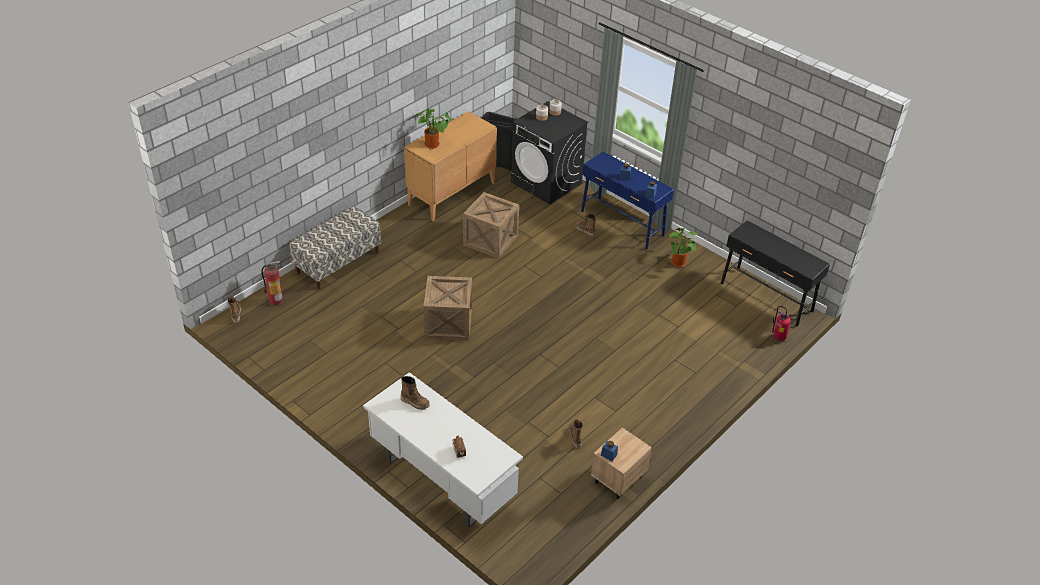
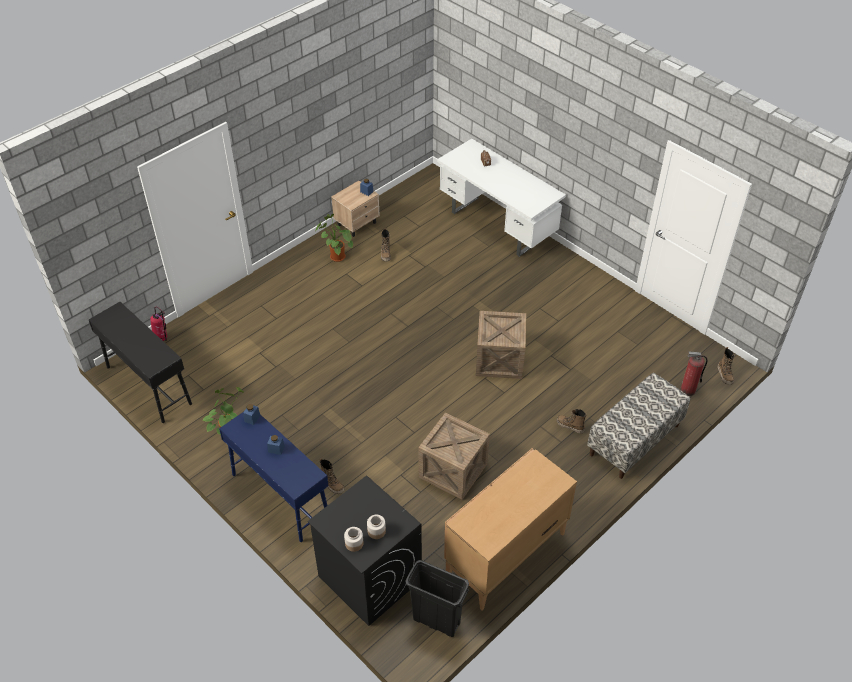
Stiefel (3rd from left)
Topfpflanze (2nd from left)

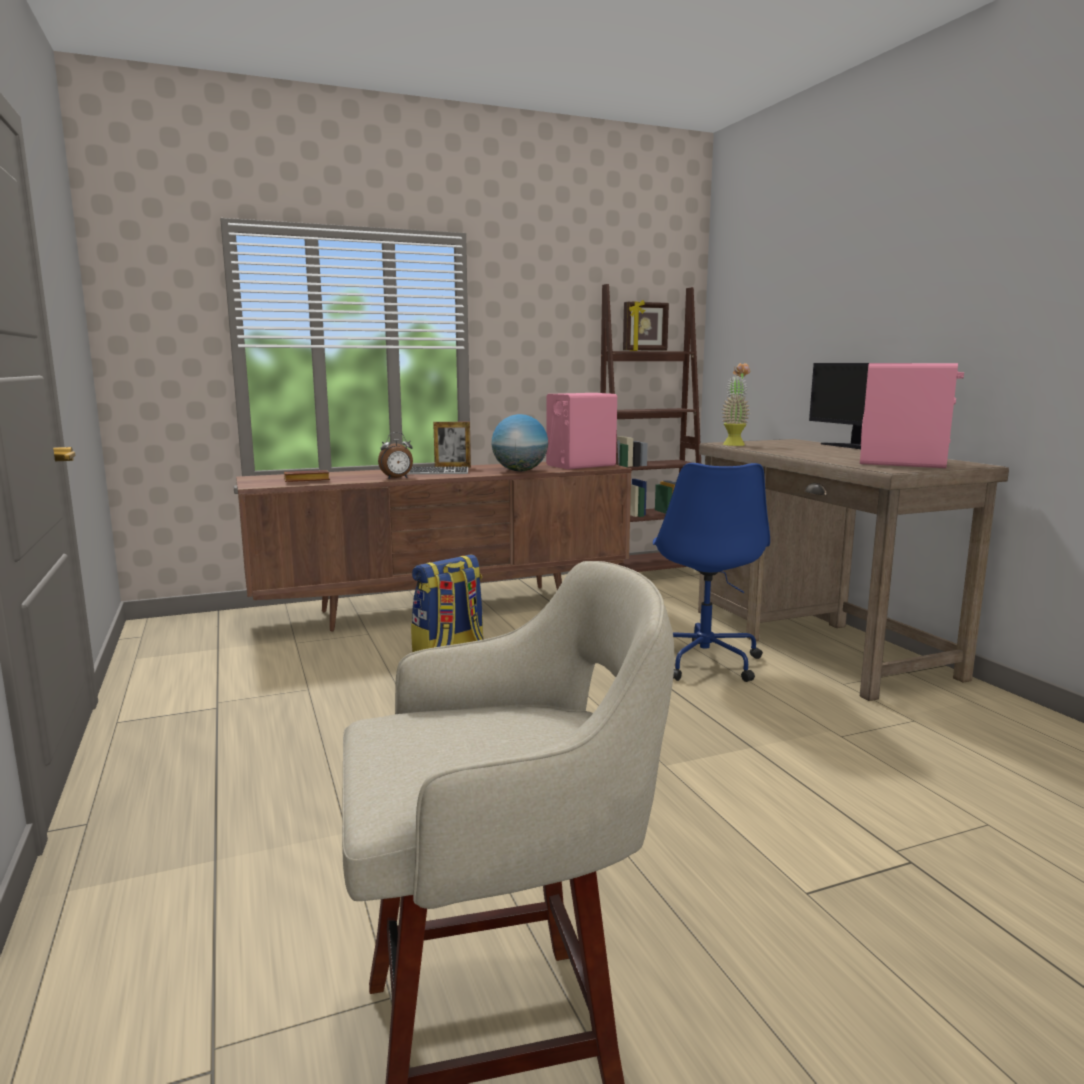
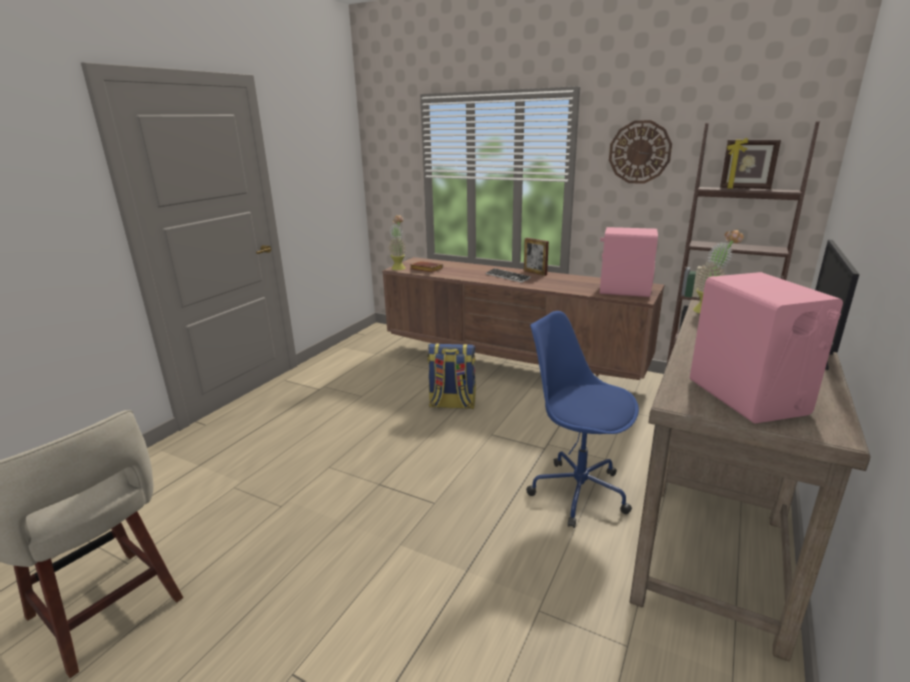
Wecker
Globus
Topfpflanze (1st from left)
Wanduhr
Bürostuhl [blau]

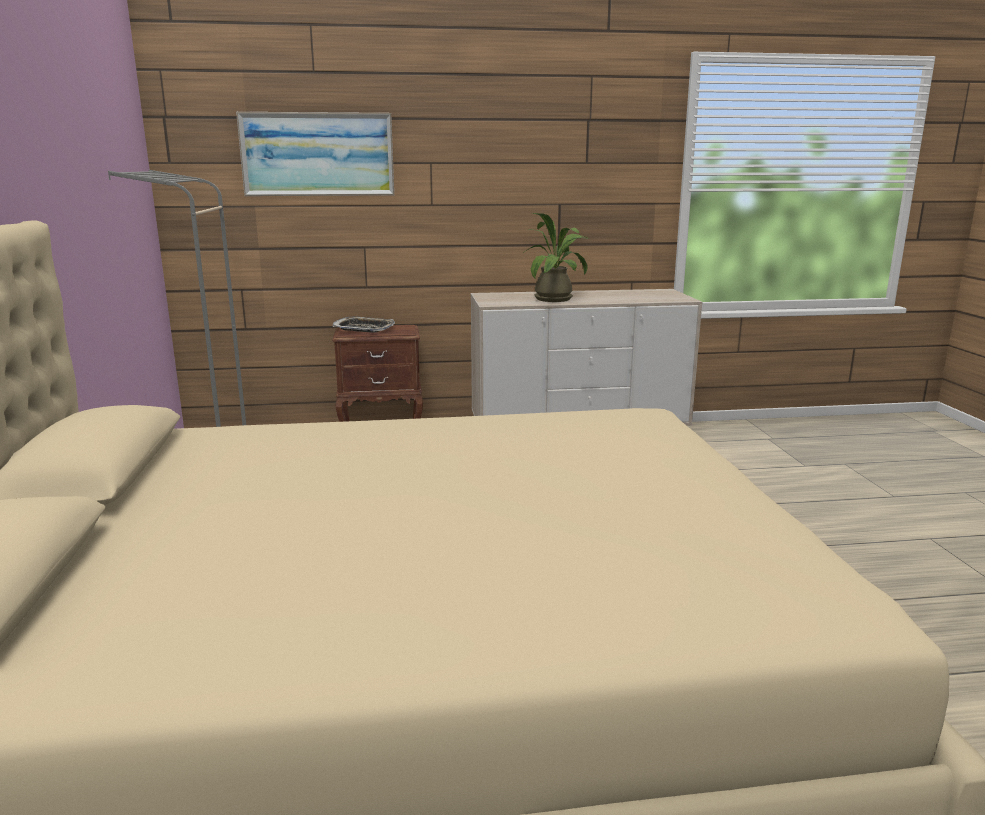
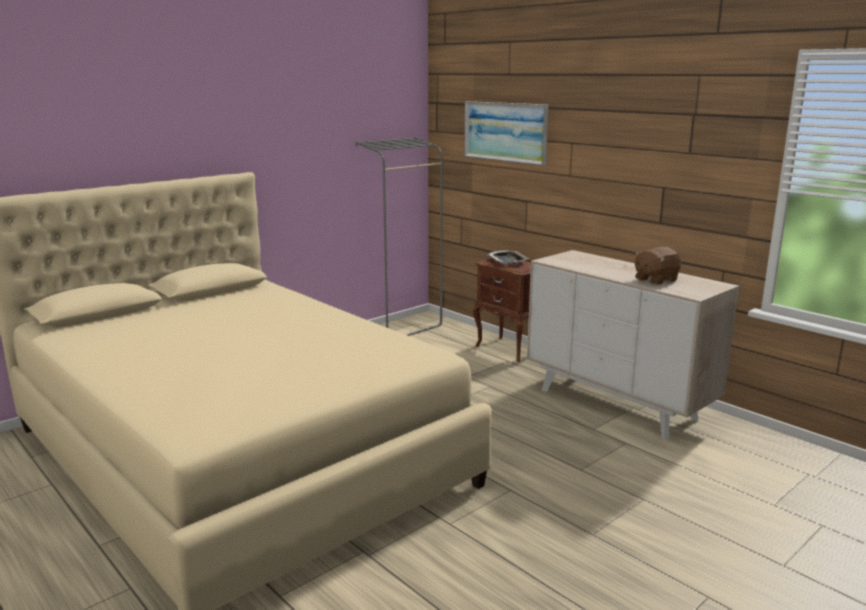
Topfpflanze
Plüschtier [braun]

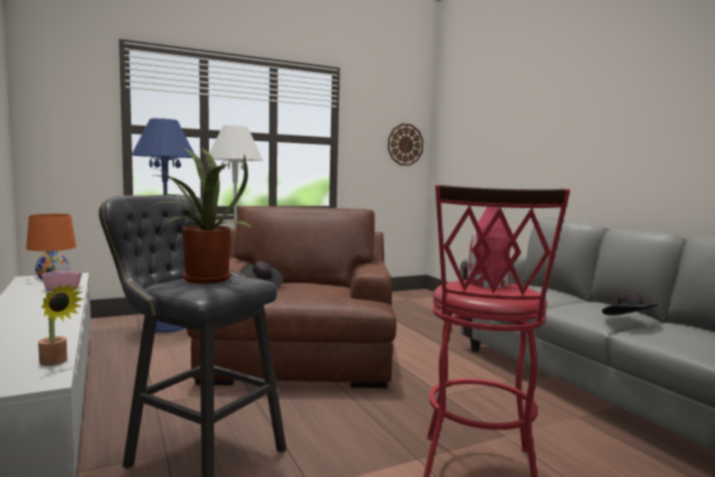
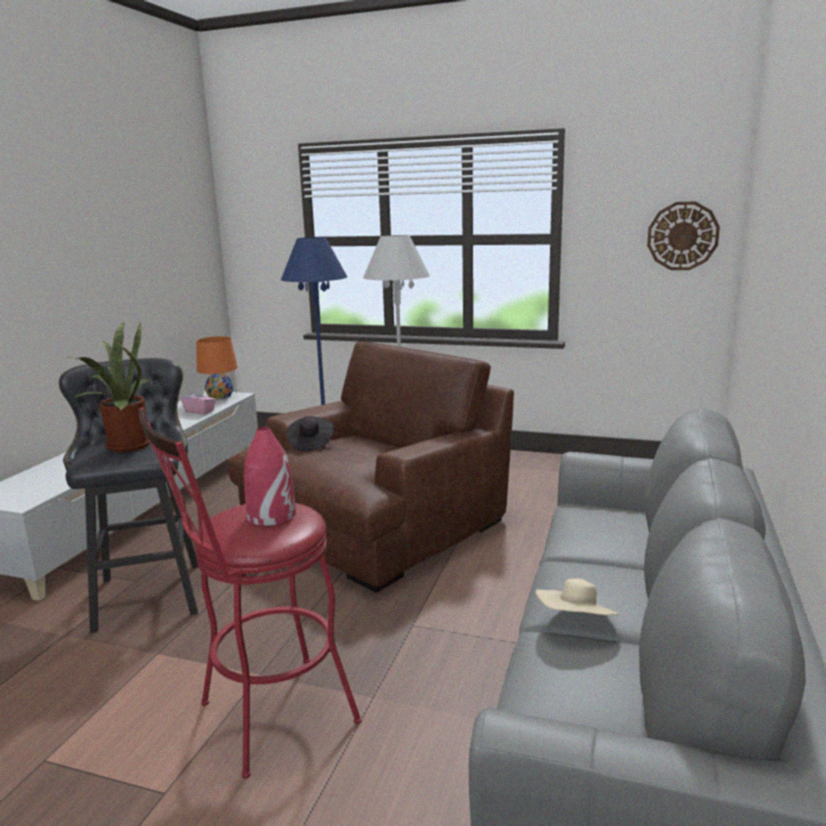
Topfpflanze (1st from left in the first image)
Hut [beige]

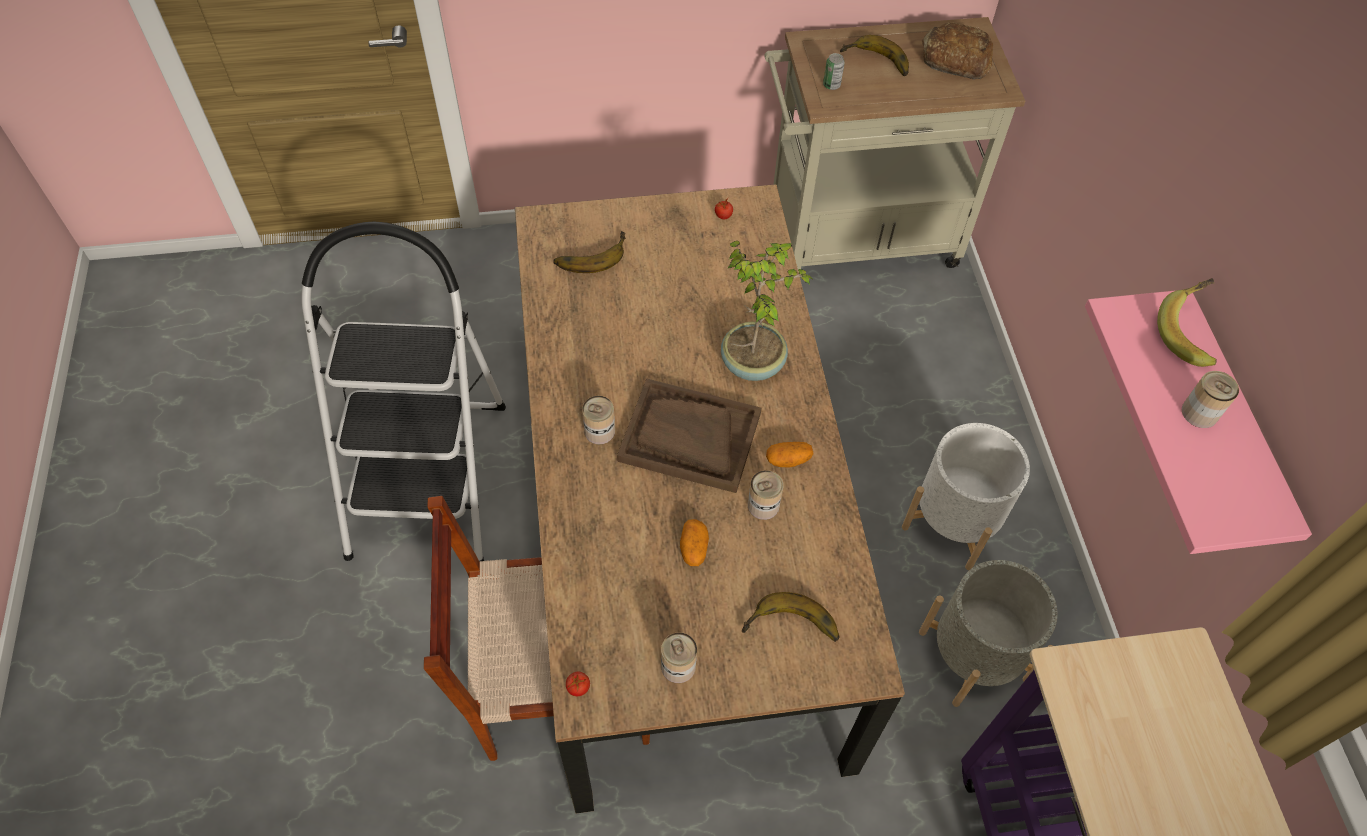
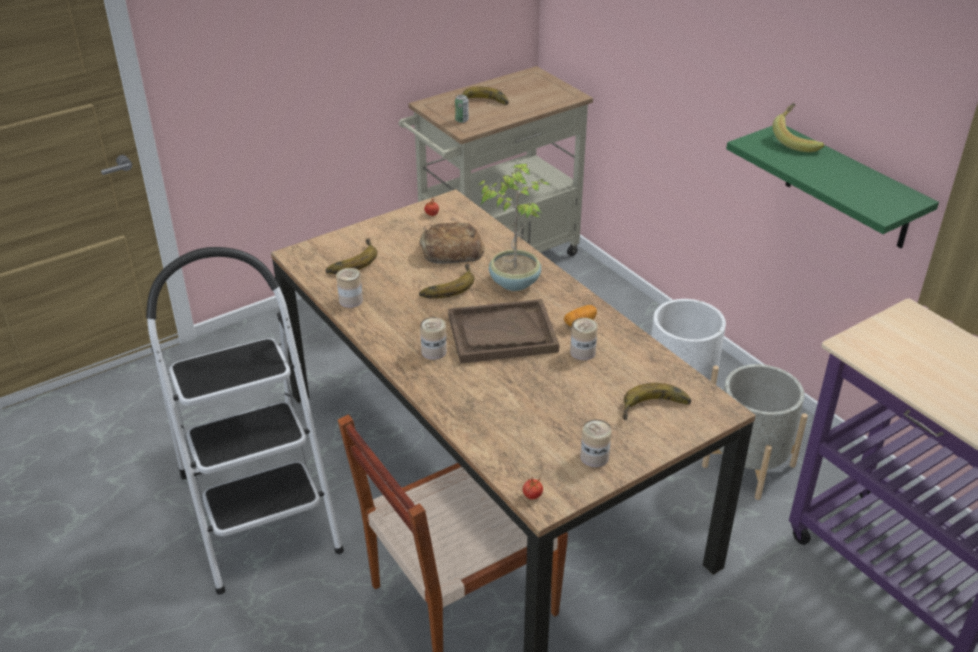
Kartoffel (1st from left in the first image)
Banane (2nd from left)
Brot
Dose (1st from left)
Wandregal [grün]

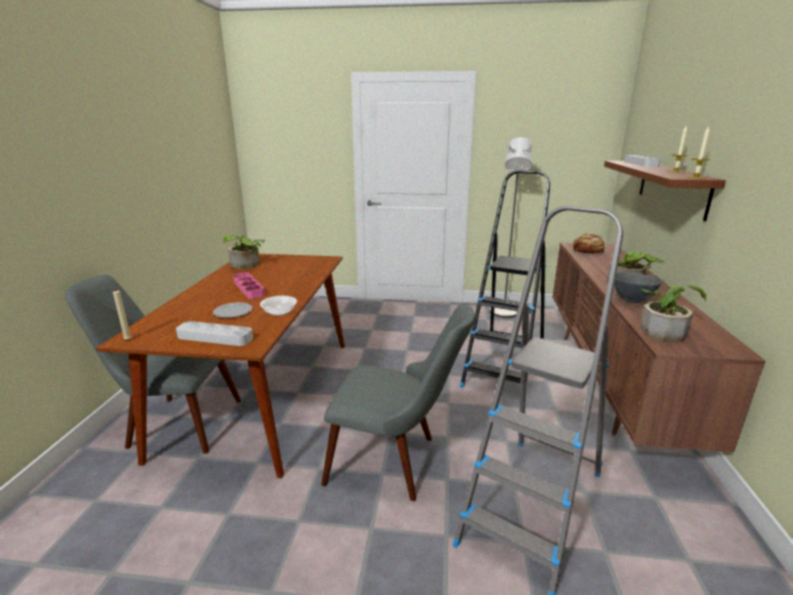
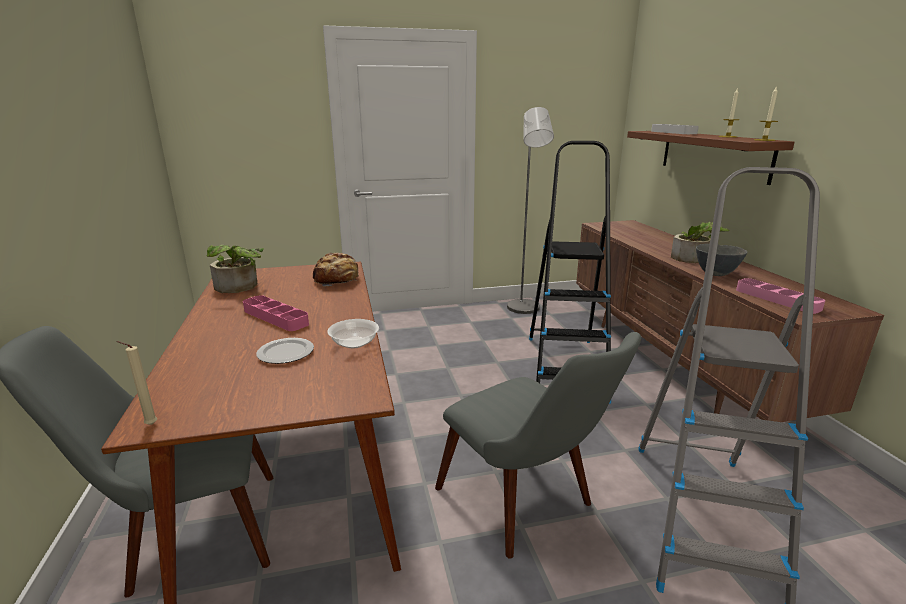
Tablett [grau] (1st from left in the first image)
Brot
Tablett [rosa] (2nd from left)
Stuhl [grau] (2nd from left)

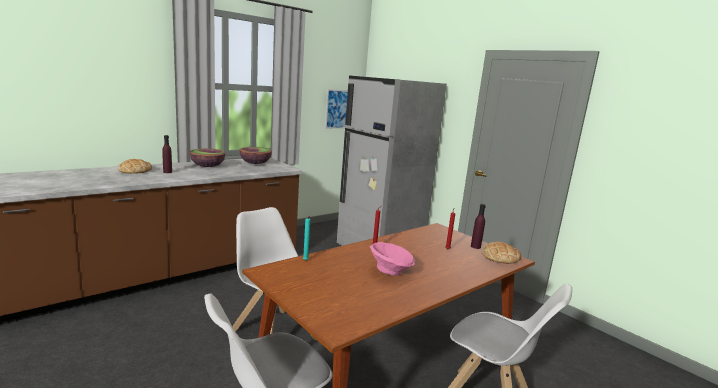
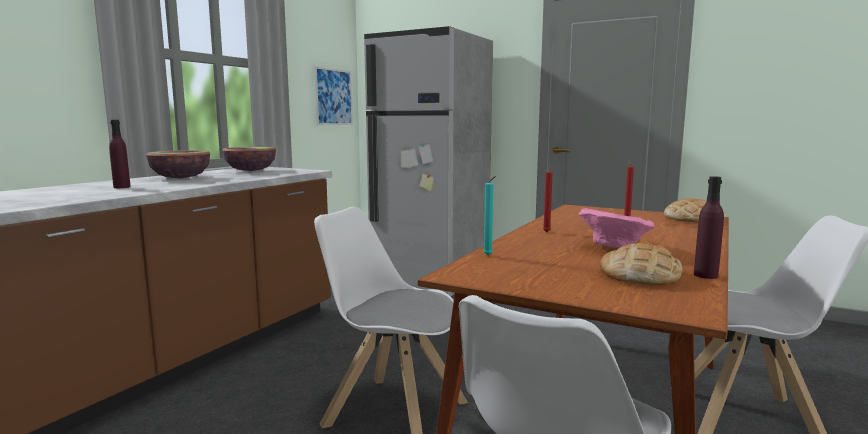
Brot (1st from left)
Flasche [lila] (2nd from left)

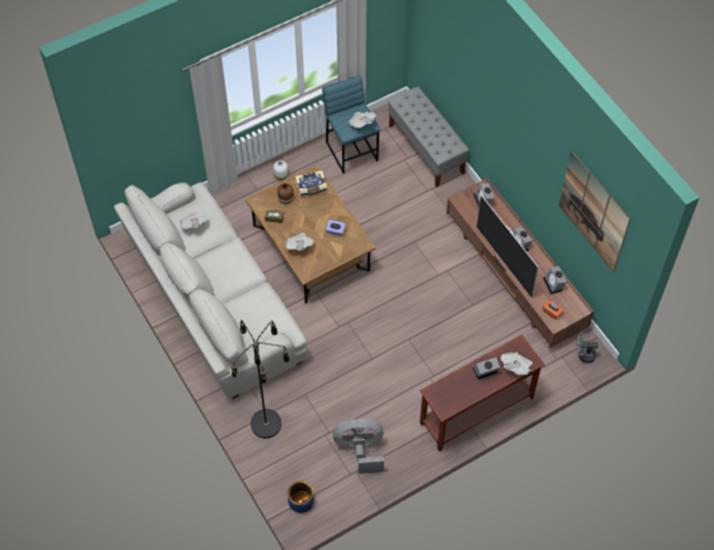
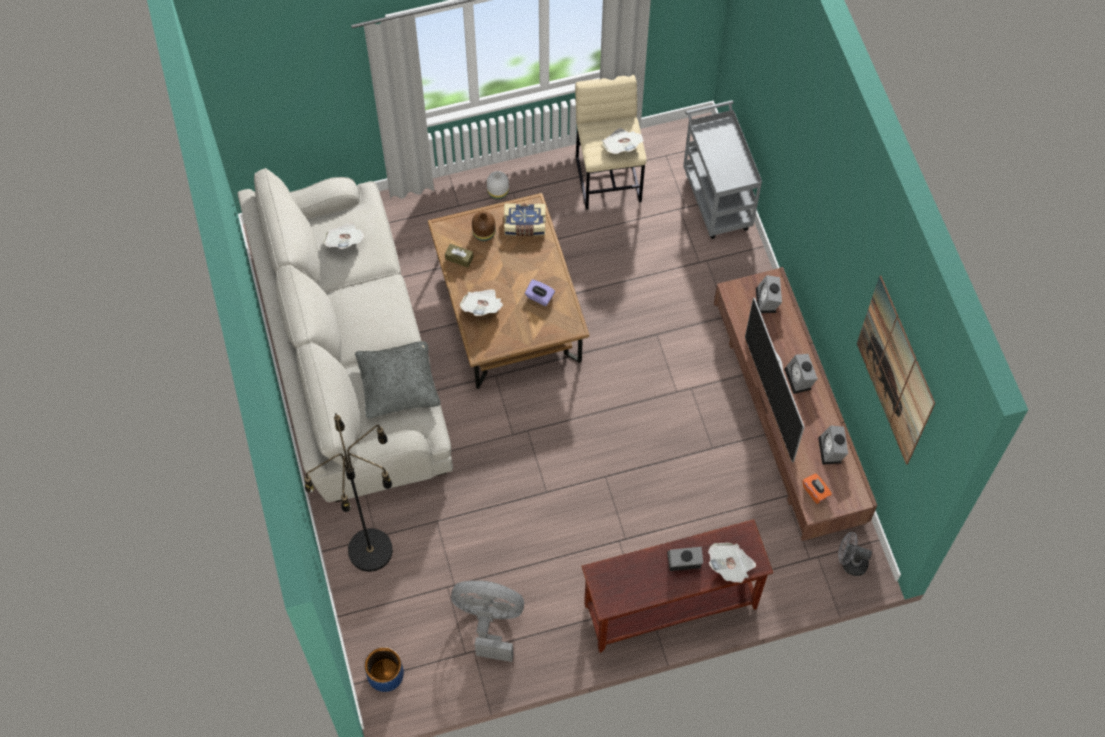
Kissen [grau]
Rollwagen [grau]
Hocker [beige]

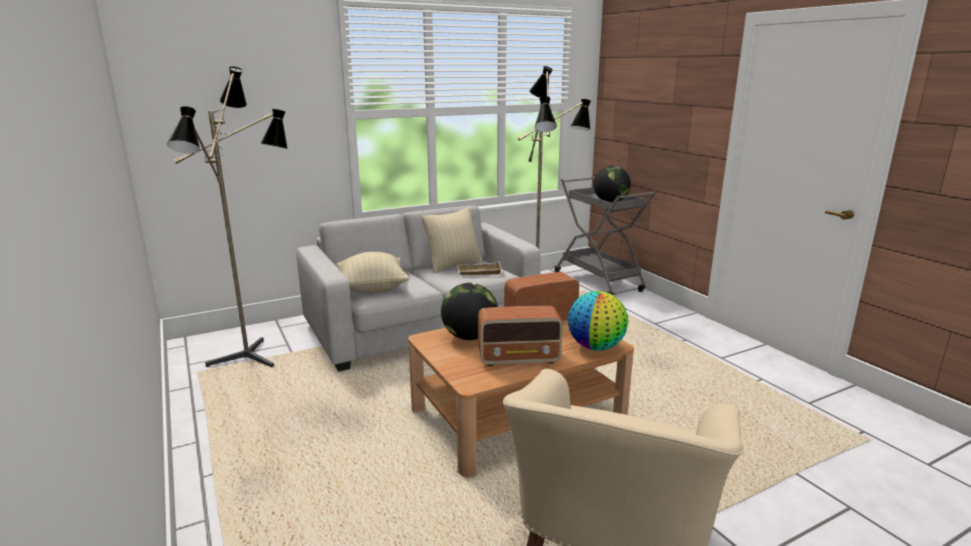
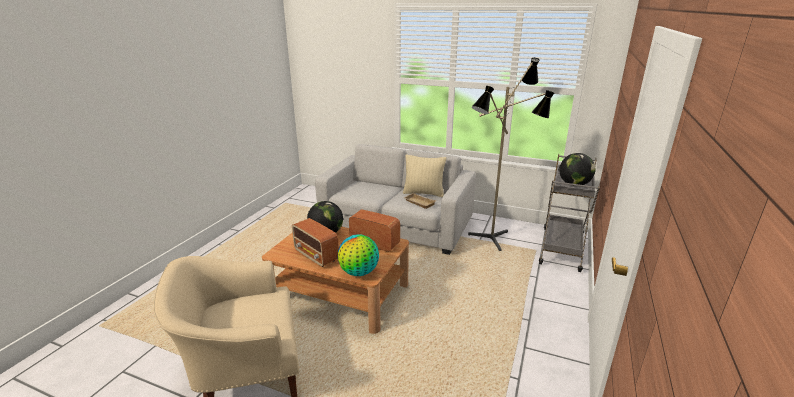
Stehlampe (1st from left in the first image)
Kissen [beige] (1st from left in the first image)

